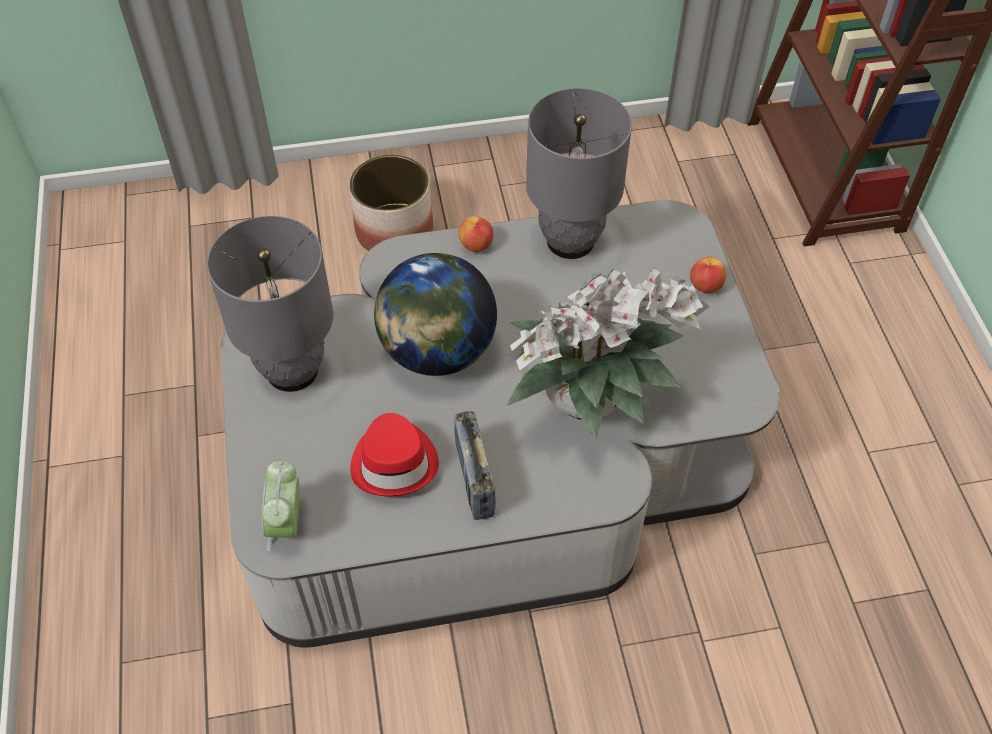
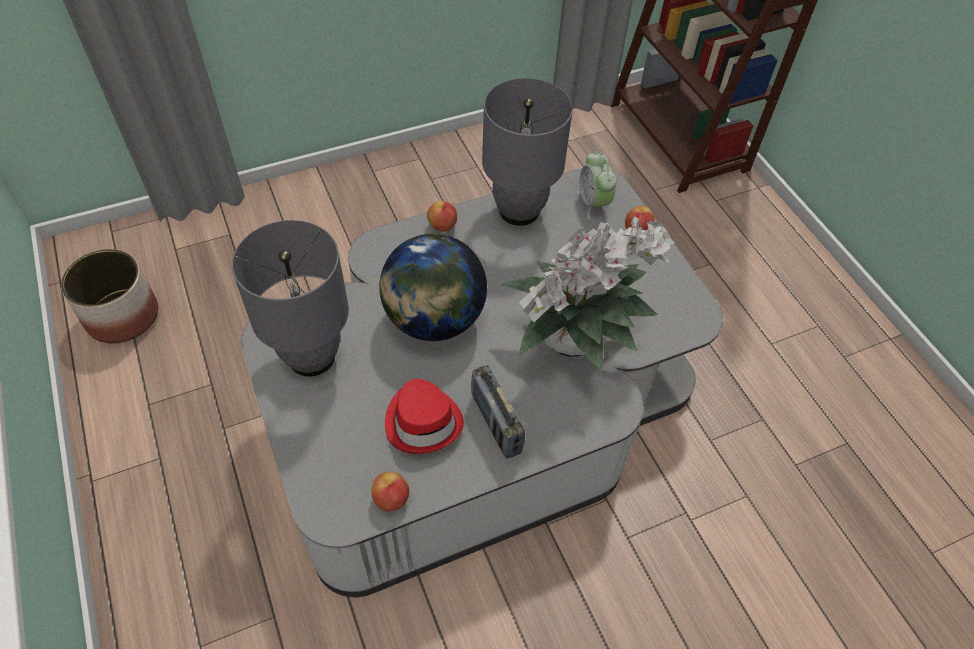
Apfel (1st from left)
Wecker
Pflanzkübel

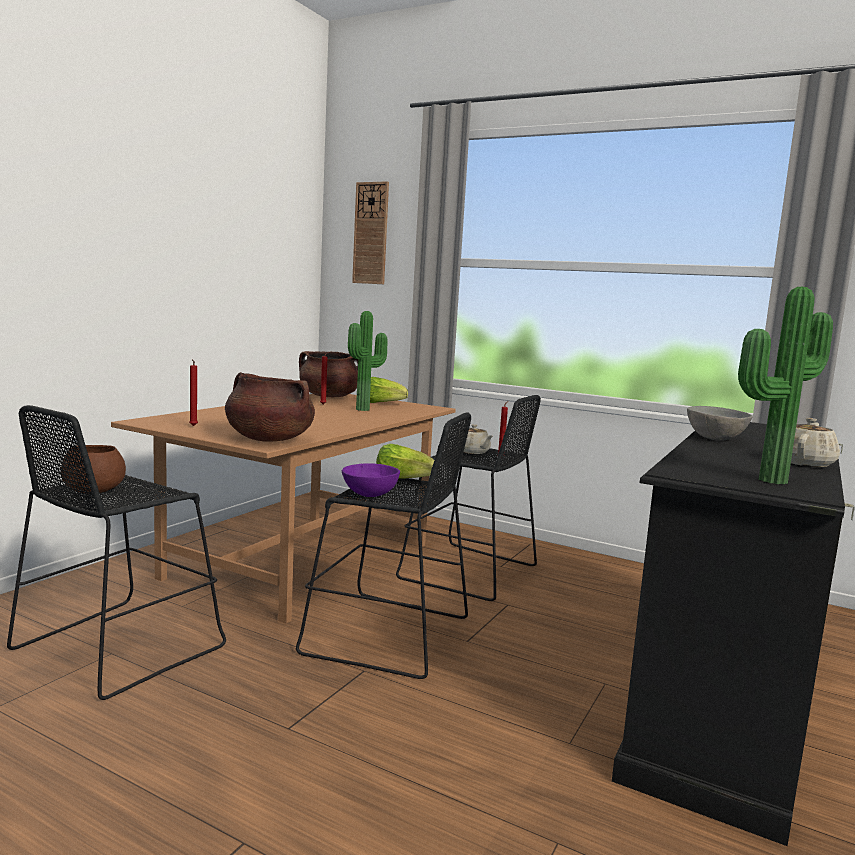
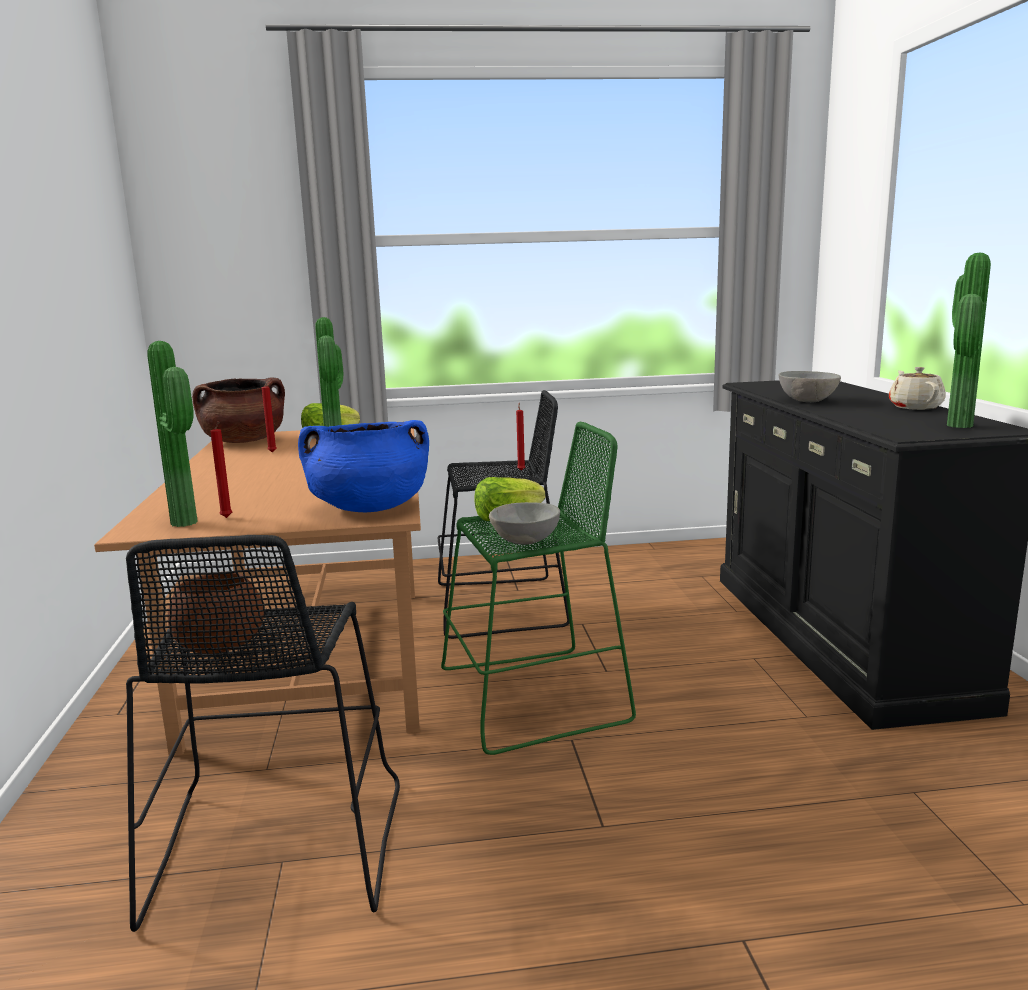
Wanduhr
Teekanne [beige] (1st from left in the first image)
Topfpflanze (1st from left)
Kochtopf [blau]
Hocker [grün]
Schüssel [grau] (1st from left)

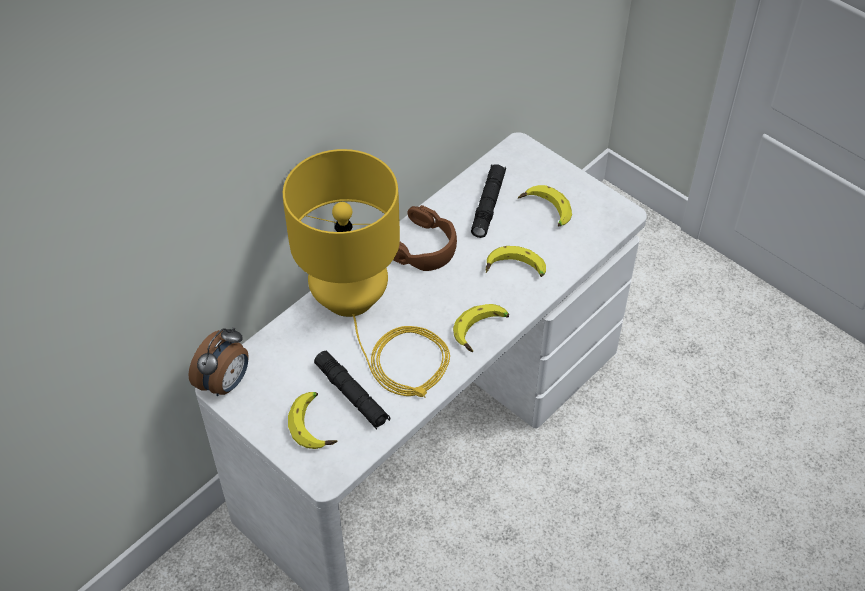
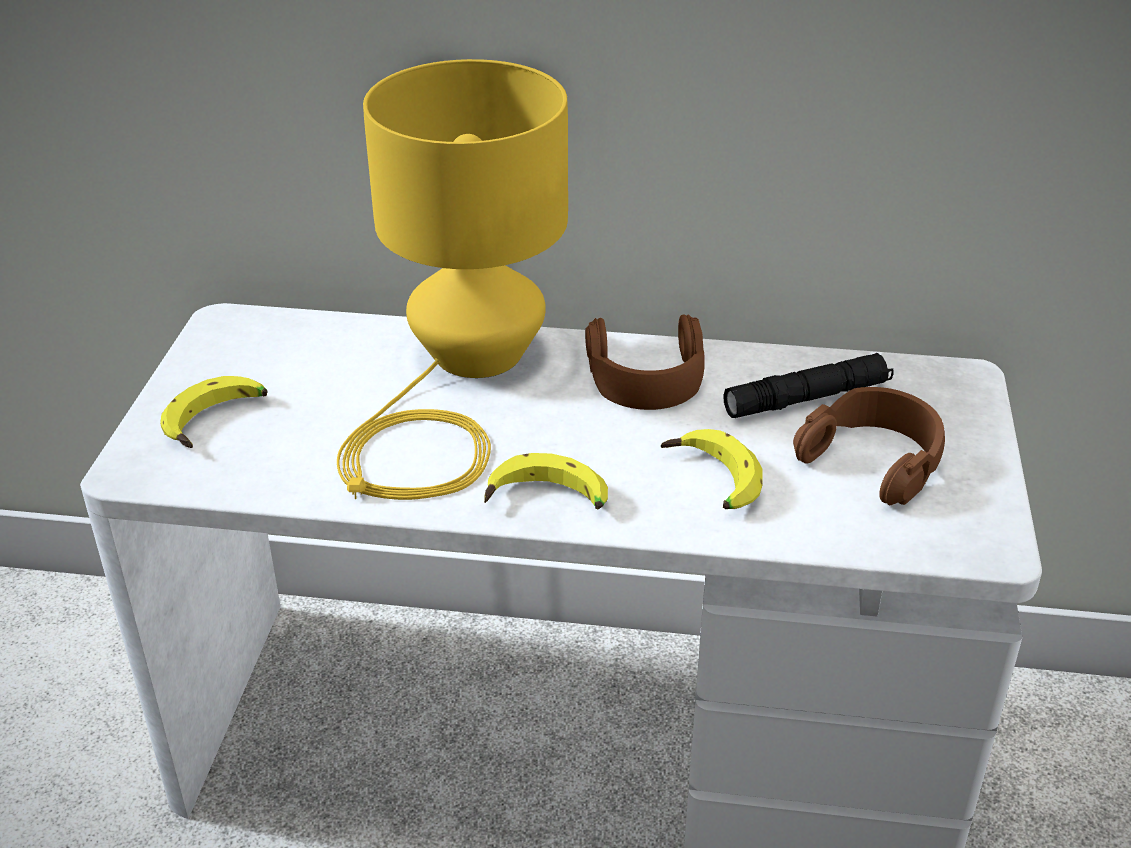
Wecker
Taschenlampe [schwarz] (1st from left in the first image)
Kopfhörer [braun] (2nd from left)

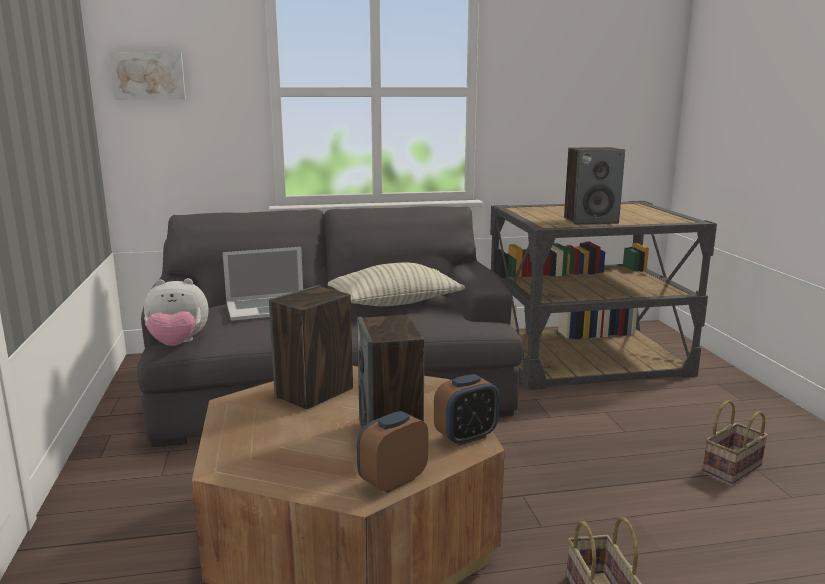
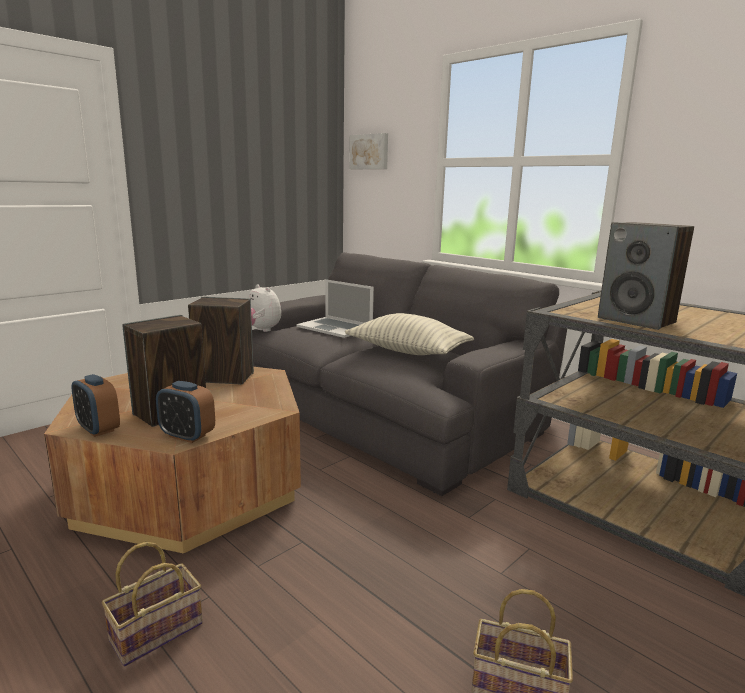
Wecker (1st from left)

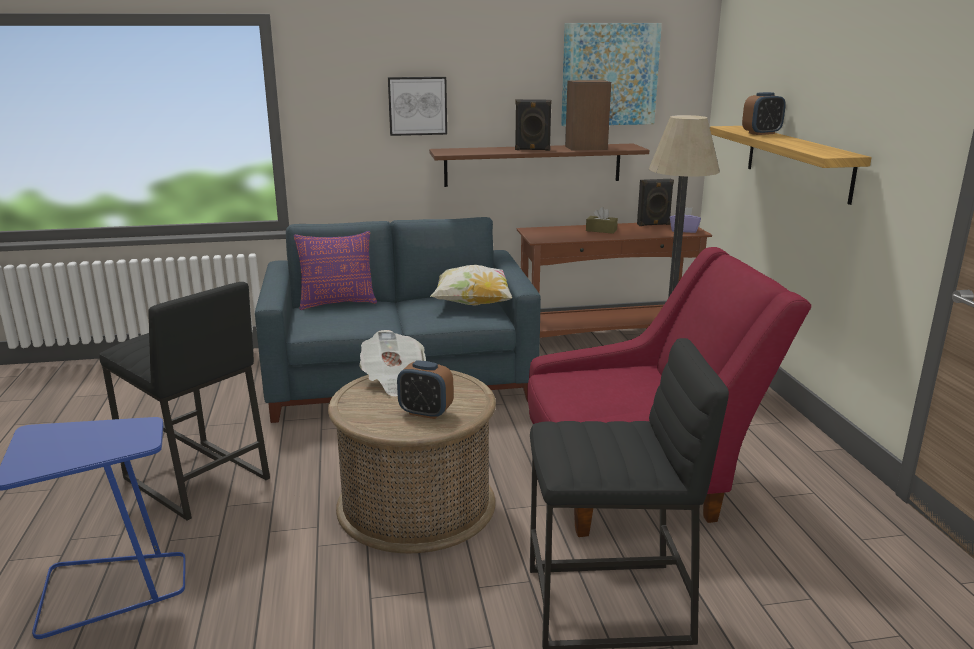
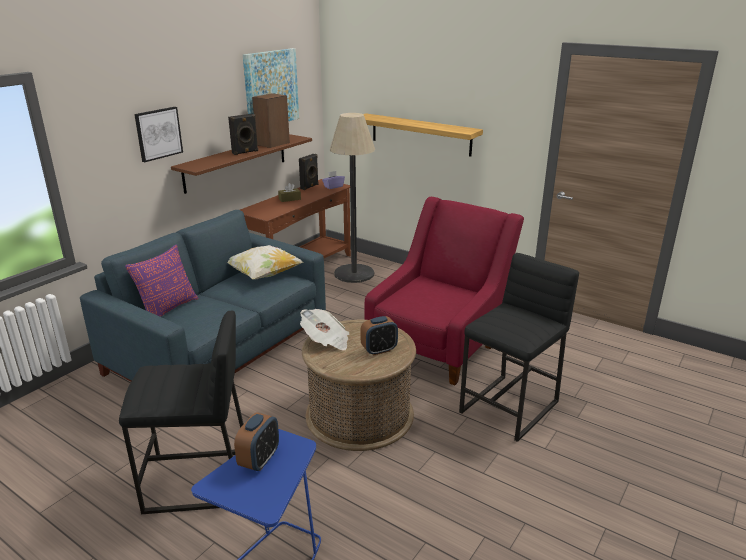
Wecker (1st from left)

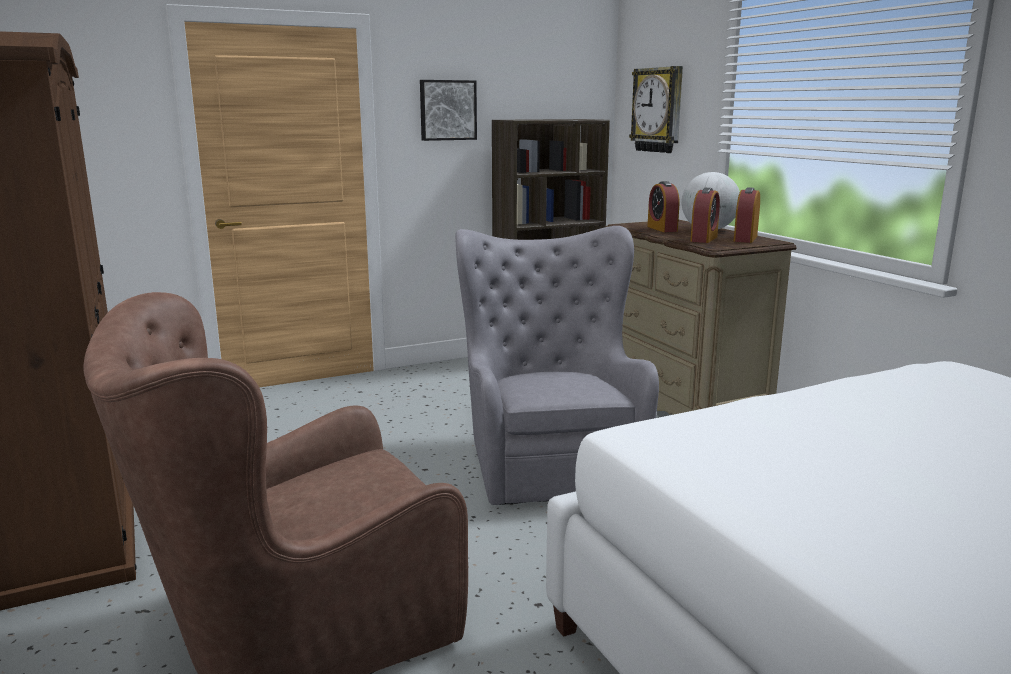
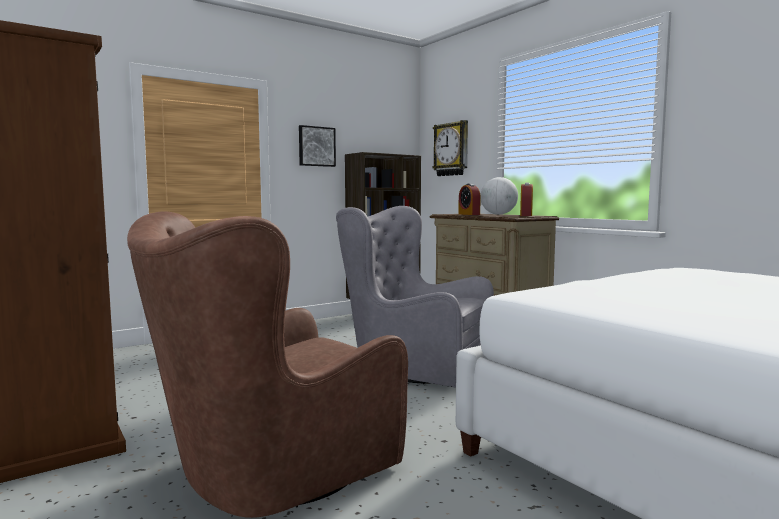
Wecker (2nd from left in the first image)
Sessel [grau]

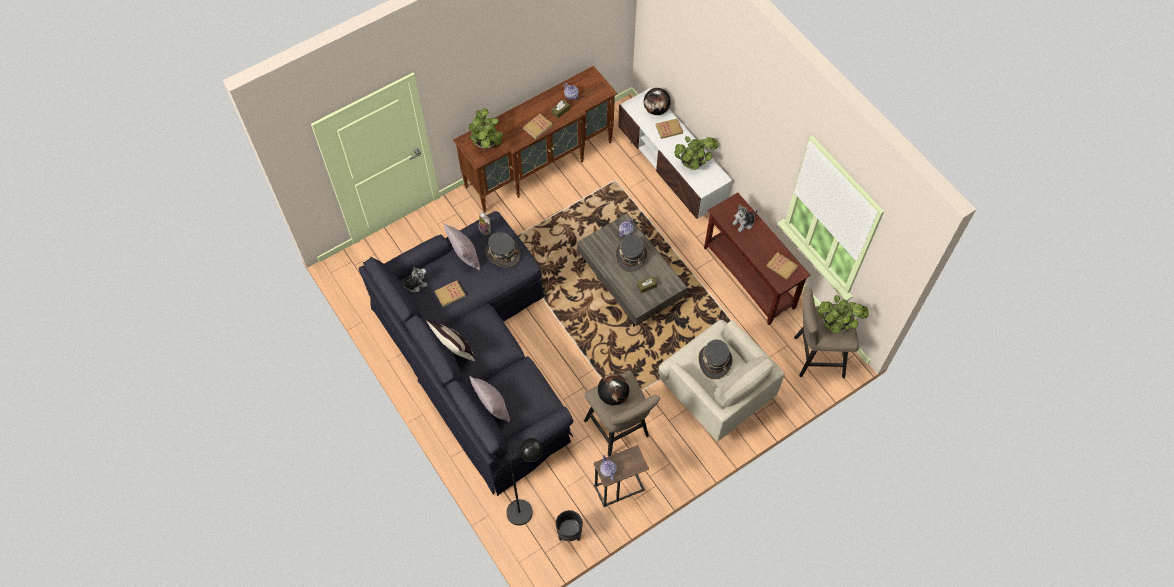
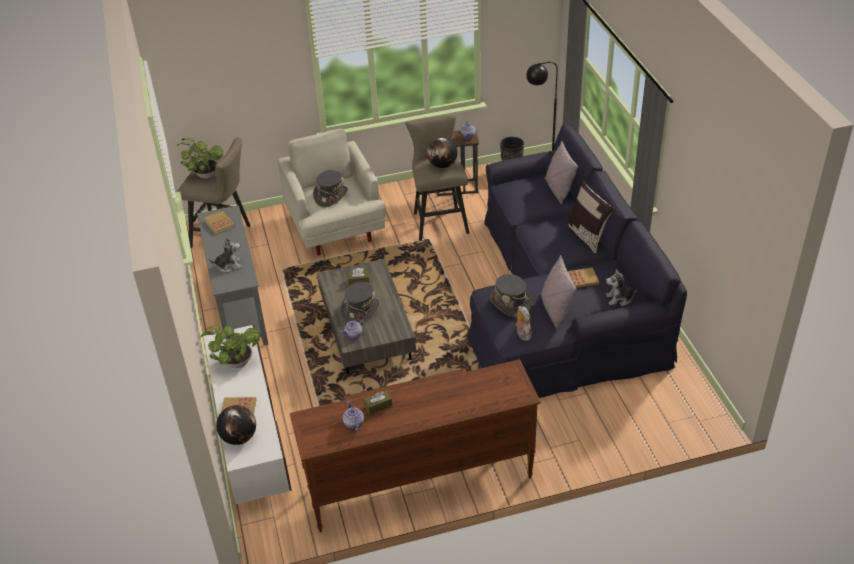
Topfpflanze (1st from left in the first image)
Buch (2nd from left in the first image)
Konsolentisch [grau]

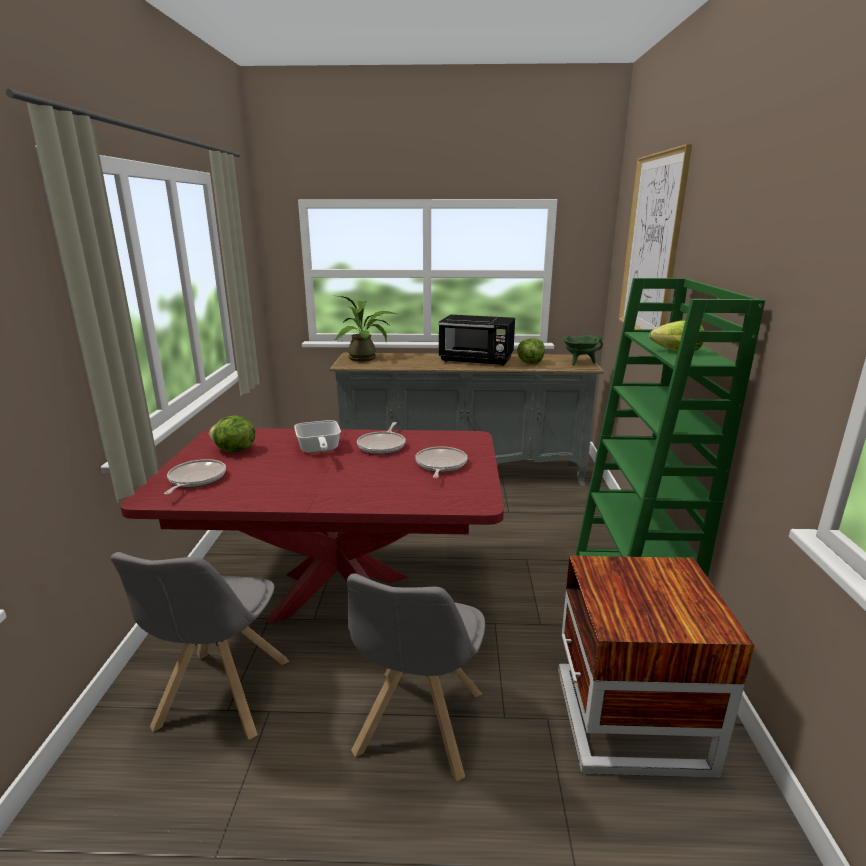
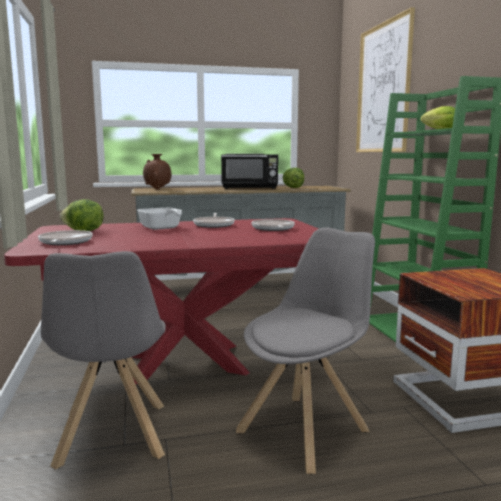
Kochtopf [grün]
Vase [braun]
Stuhl [grau] (2nd from left)

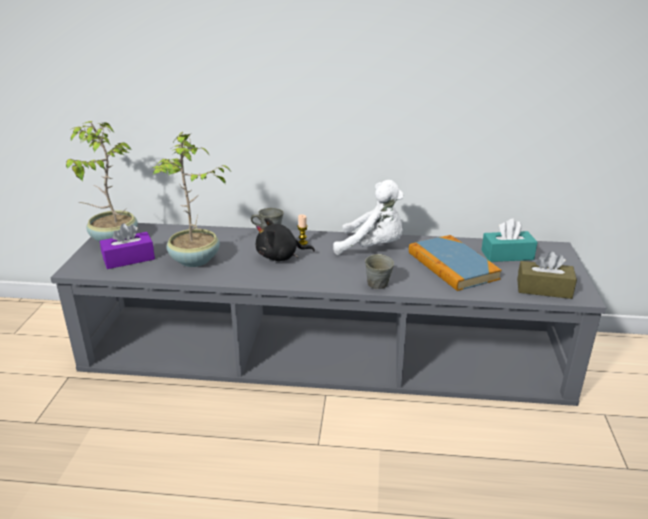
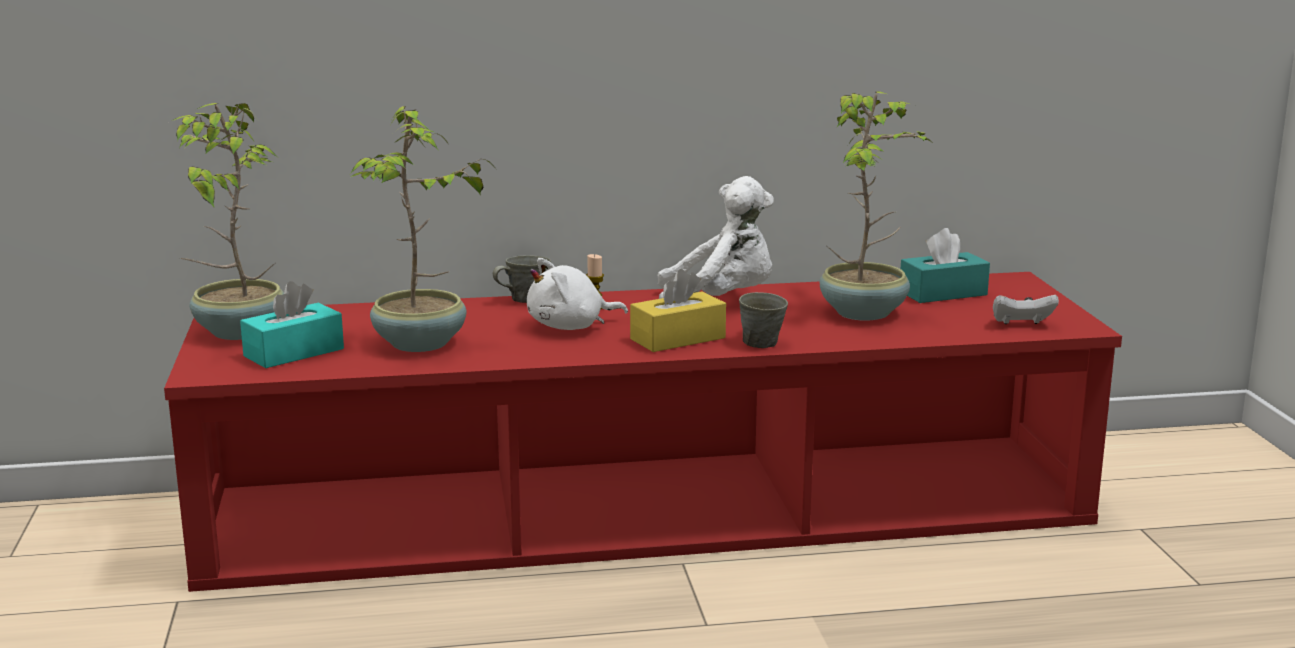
Taschentuchbox [gelb]
Topfpflanze (3rd from left)
Gamepad [weiß]
Fernsehschrank [rot]
Taschentuchbox [türkis] (1st from left)
Plüschtier [weiß] (1st from left)

